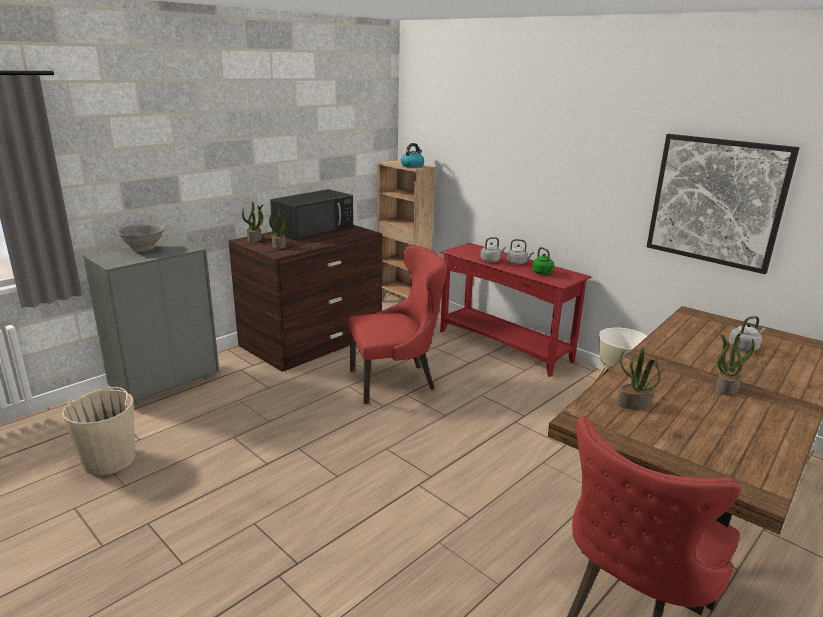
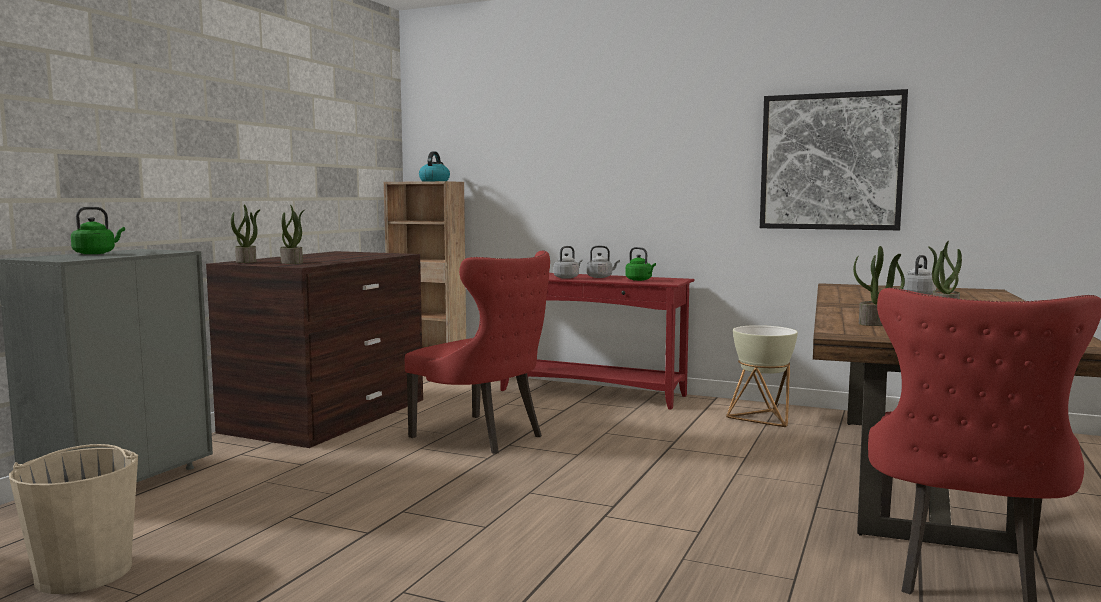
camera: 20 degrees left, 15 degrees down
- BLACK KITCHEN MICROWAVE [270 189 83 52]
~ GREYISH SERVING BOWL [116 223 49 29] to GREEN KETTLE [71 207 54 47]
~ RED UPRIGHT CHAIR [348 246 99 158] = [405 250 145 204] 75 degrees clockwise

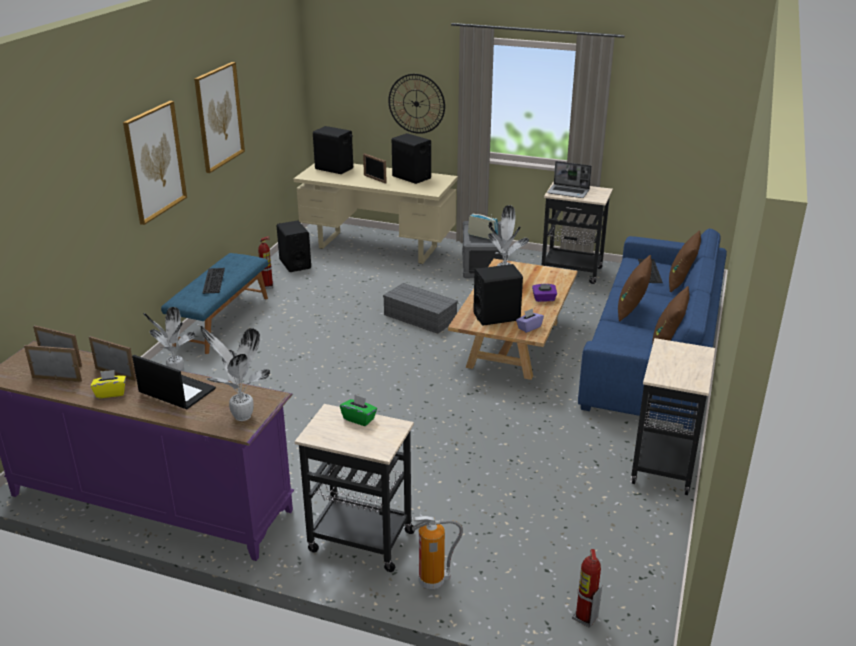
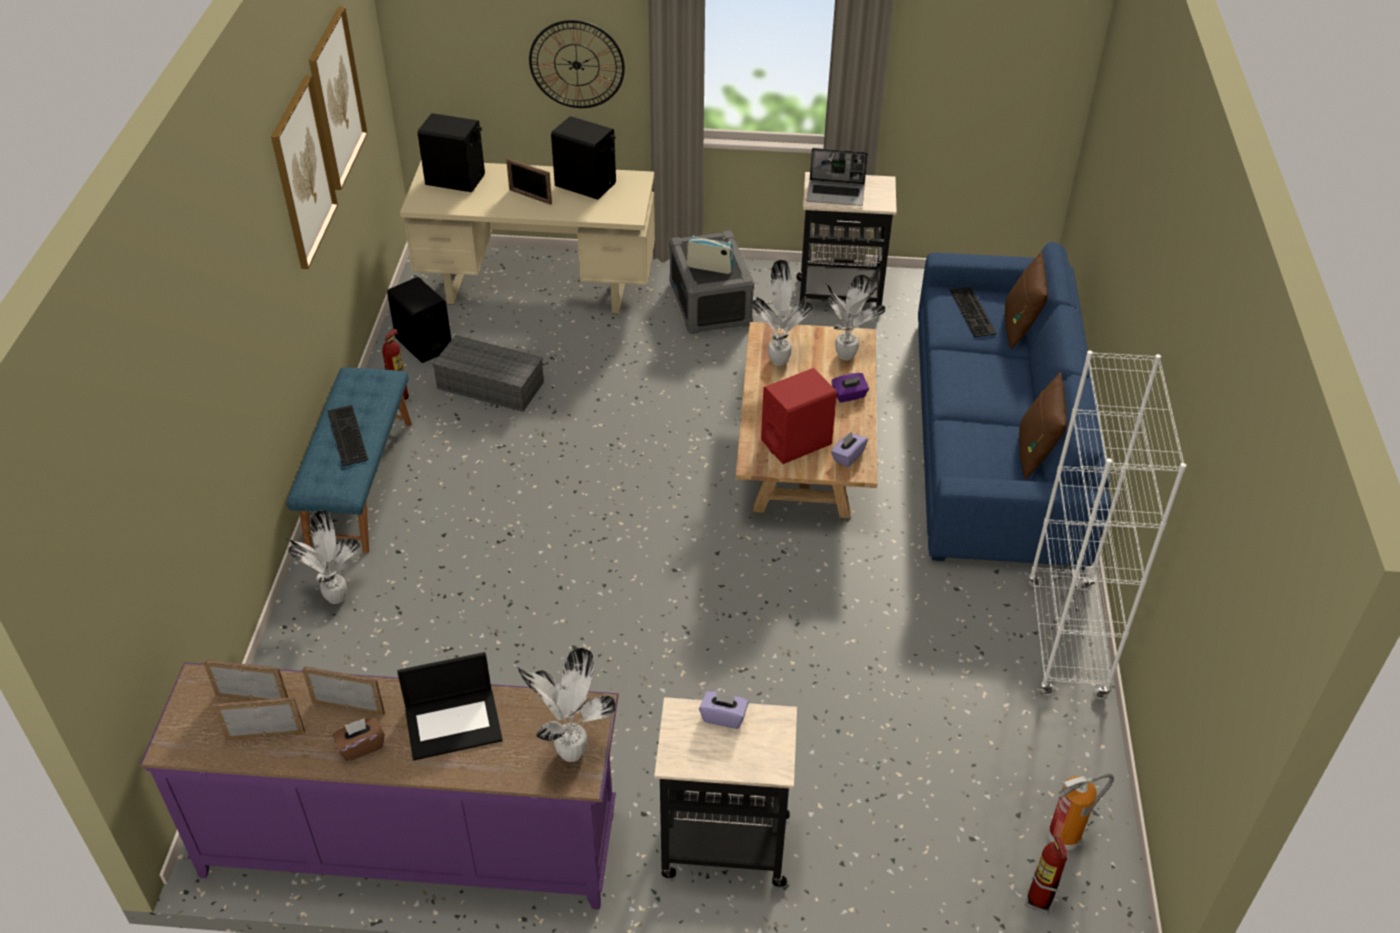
camera: 15 degrees left, 15 degrees up
- BROWN-COLOURED THROW PILLOW [618 255 34 66]
+ POTTED PLANT [826 275 60 85]
~ WALL ART [123 101 64 124] to [309 7 59 183]
~ GREYISH STORAGE CONTAINER [383 283 75 51] to [432 335 112 77]
~ FIRE-FIGHTING CYLINDER [412 516 51 74] to [1048 773 66 77]
~ CART [630 338 85 157] to WHITE BOOKCASE [1028 350 158 349]
~ YELLOW-COLOURED TISSUE BOX [91 370 35 28] to BROWN-COLOURED TISSUE BOX [332 717 53 44]
~ GREEN TISSUE BOX [340 395 37 31] to PURPLISH TISSUE BOX [699 690 50 39]
~ BLACK LOUDSPEAKER [473 264 50 62] to RED LOUDSPEAKER [761 368 76 96]
~ LAPTOP [132 355 84 54] = [397 652 106 109] 150 degrees clockwise

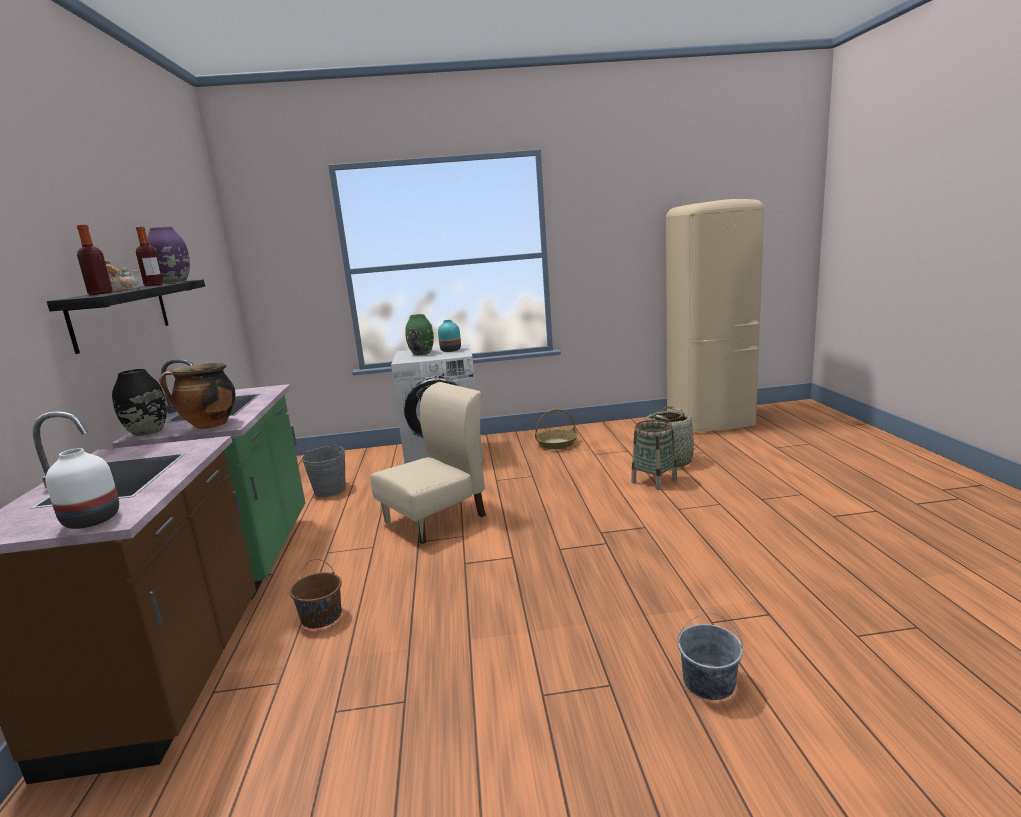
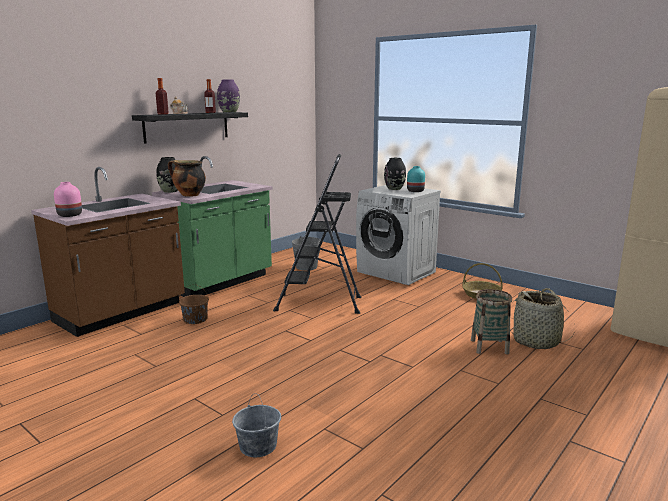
camera: 45 degrees right, 0 degrees up
~ BEIGE UPRIGHT CHAIR [370 382 116 162] to STEP LADDER [273 154 88 160]
~ WHITE FLOWER VASE [45 448 74 81] to PINK-COLOURED FLOWER VASE [54 182 28 35]
~ GREEN FLOWER VASE [405 314 29 41] to BLACK FLOWER VASE [384 158 22 32]

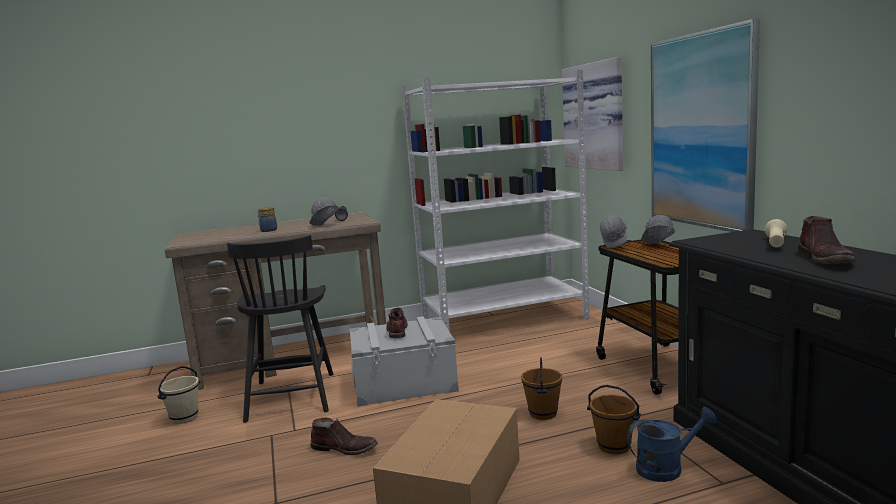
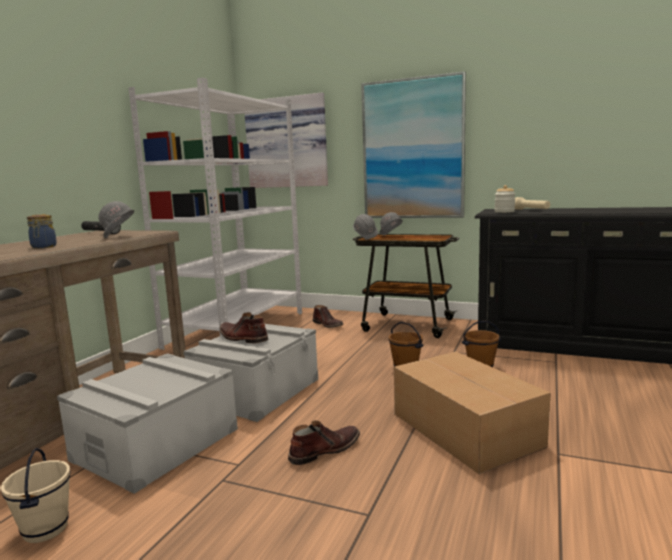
camera: 50 degrees left, 0 degrees up
- BLUISH WATERING POT [627 407 90 75]
+ PRESERVE JAR [494 185 21 28]
~ BROWN-COLOURED TALL BOOT [798 216 57 48] to [313 305 30 23]
~ BLACK UPRIGHT CHAIR [227 235 106 188] to GREYISH STORAGE CONTAINER [57 353 181 141]

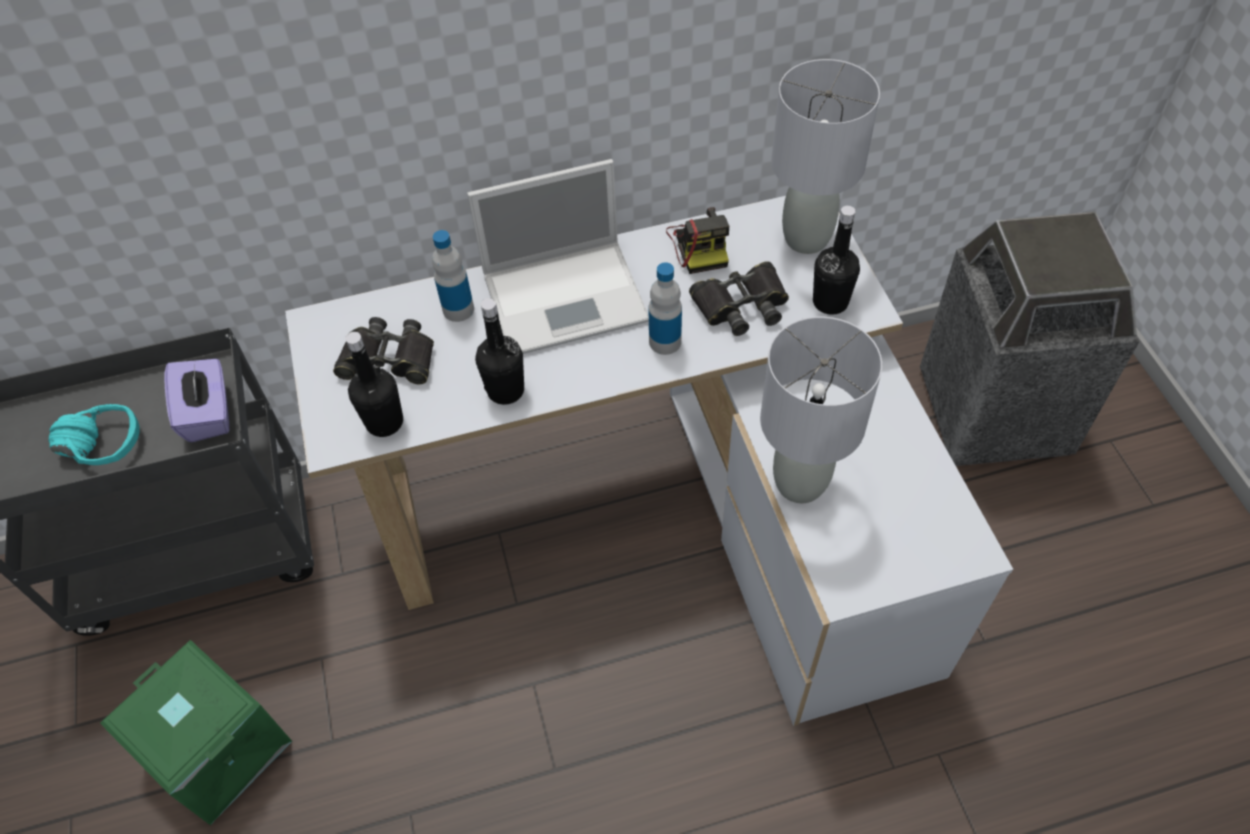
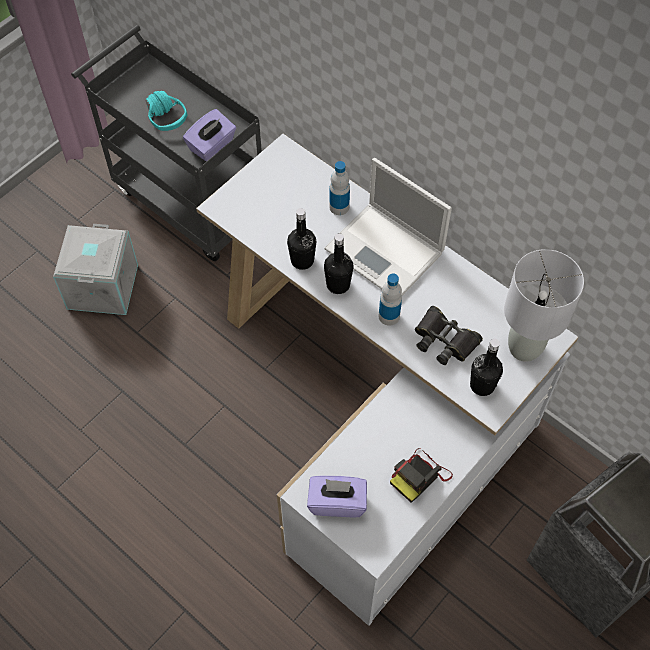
camera: 55 degrees right, 5 degrees up
- BLACK PAIR OF BINOCULARS [333 317 101 67]
- GREYISH TABLE LAMP [760 316 122 187]
+ PURPLISH TISSUE BOX [307 475 60 42]
~ BLACK DRINK BOTTLE [345 332 58 105] to [324 233 29 61]
~ STILL CAMERA [666 207 63 67] to [390 448 63 55]
~ GREEN STORAGE CONTAINER [100 640 192 185] to GREYISH STORAGE CONTAINER [53 224 85 91]

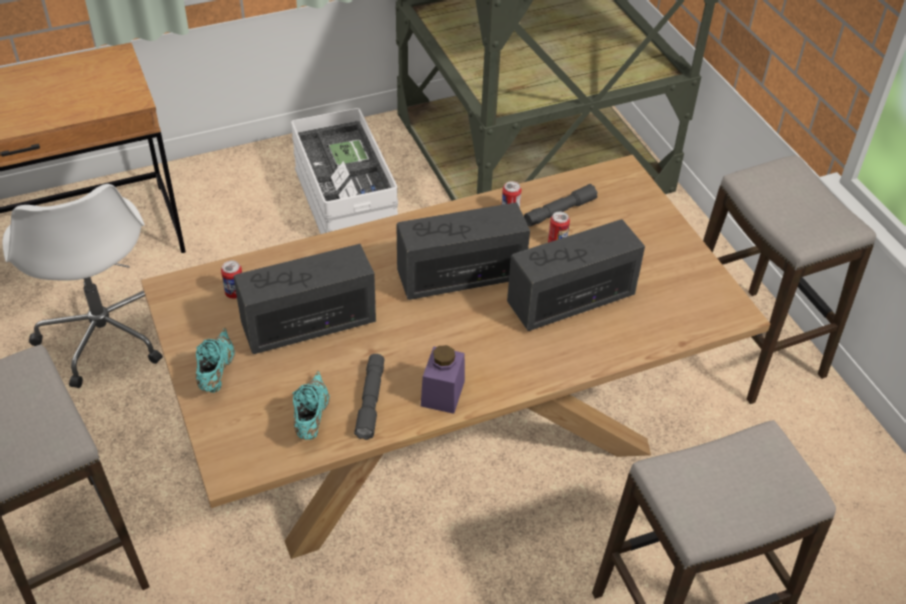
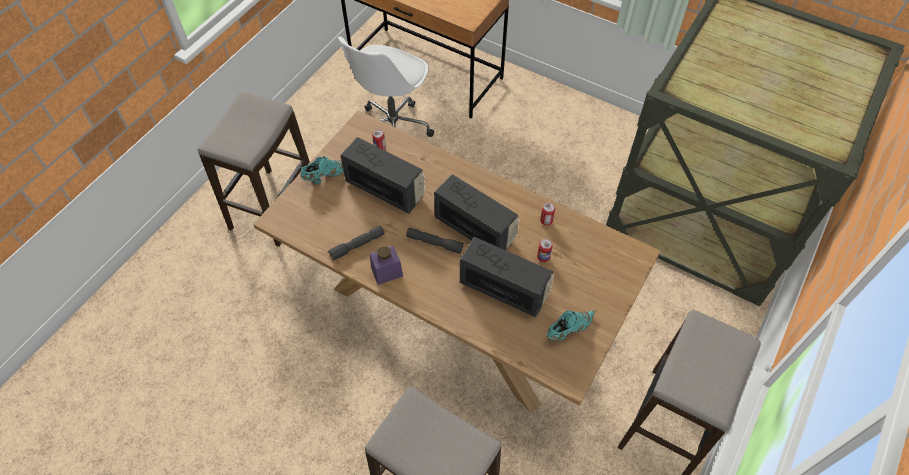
camera: 55 degrees right, 10 degrees up
- WHITE STORAGE CONTAINER [291 108 107 126]
~ TURQUOISE SHOE [292 371 38 69] to [547 310 49 31]
~ GREYISH TORCH [524 184 74 42] to [406 228 58 26]

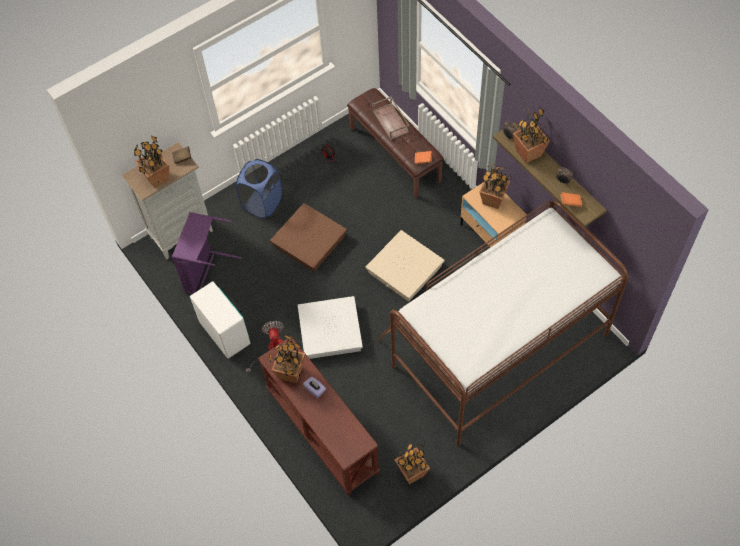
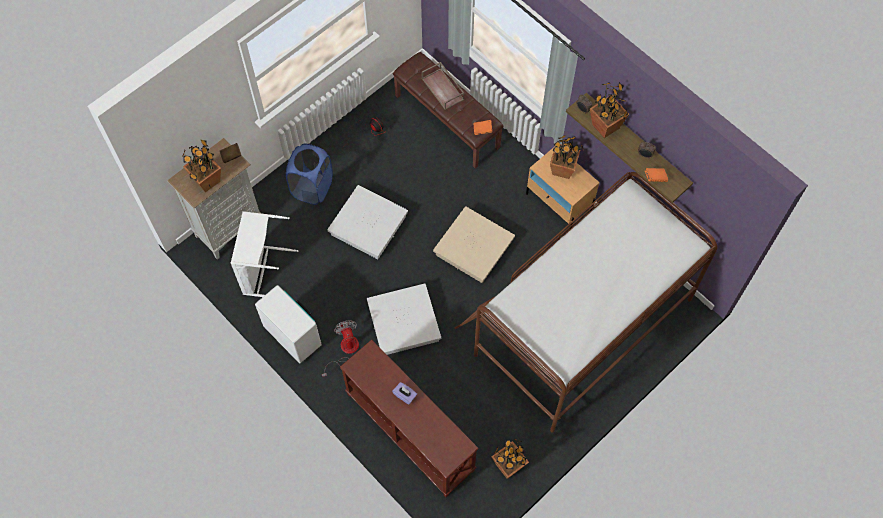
camera: 10 degrees left, 5 degrees up
- POTTED PLANT [269 335 36 48]
~ PURPLISH LAUNDRY BASKET [172 212 69 82] to WHITE LAUNDRY BASKET [231 211 67 86]
~ BROWN-COLOURED STORAGE CONTAINER [270 203 77 69] to WHITE STORAGE CONTAINER [327 185 81 74]

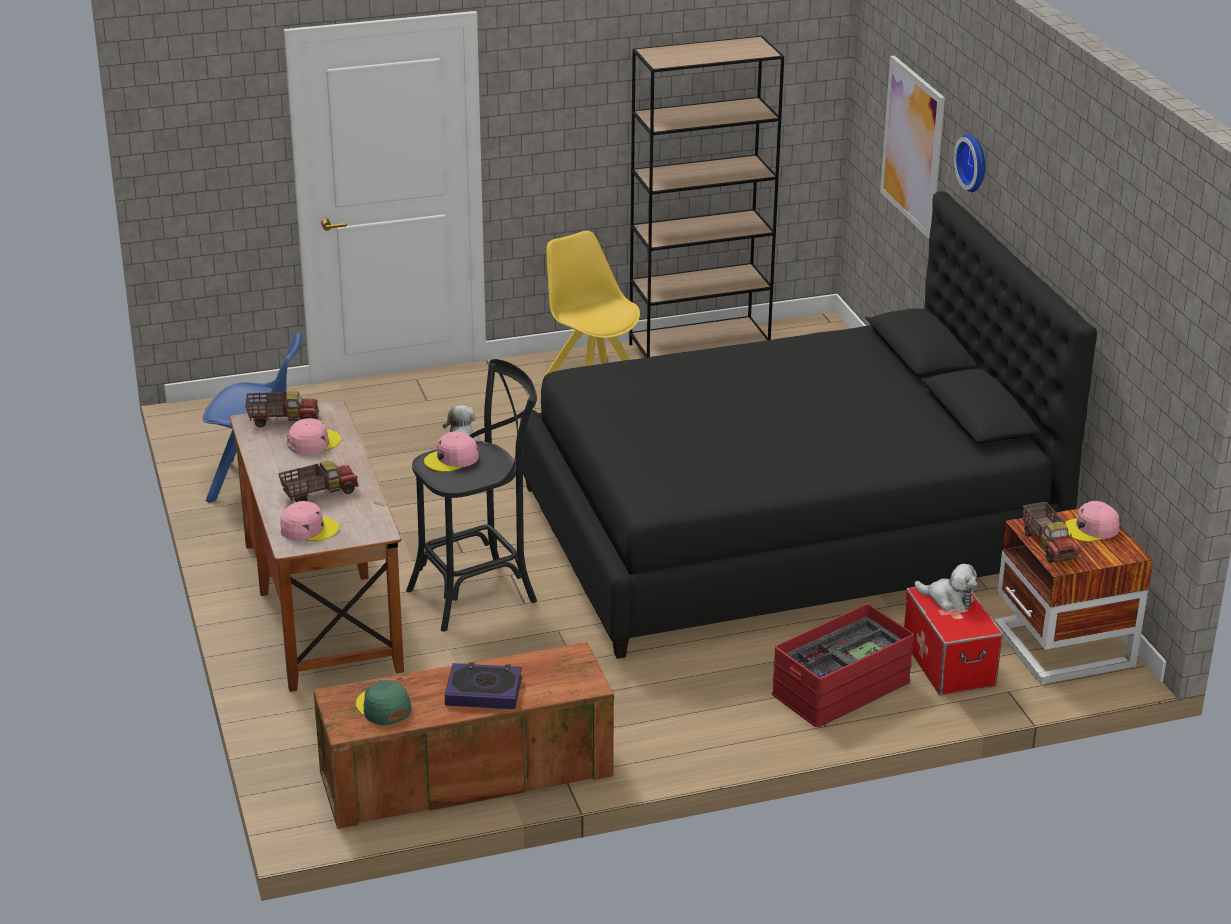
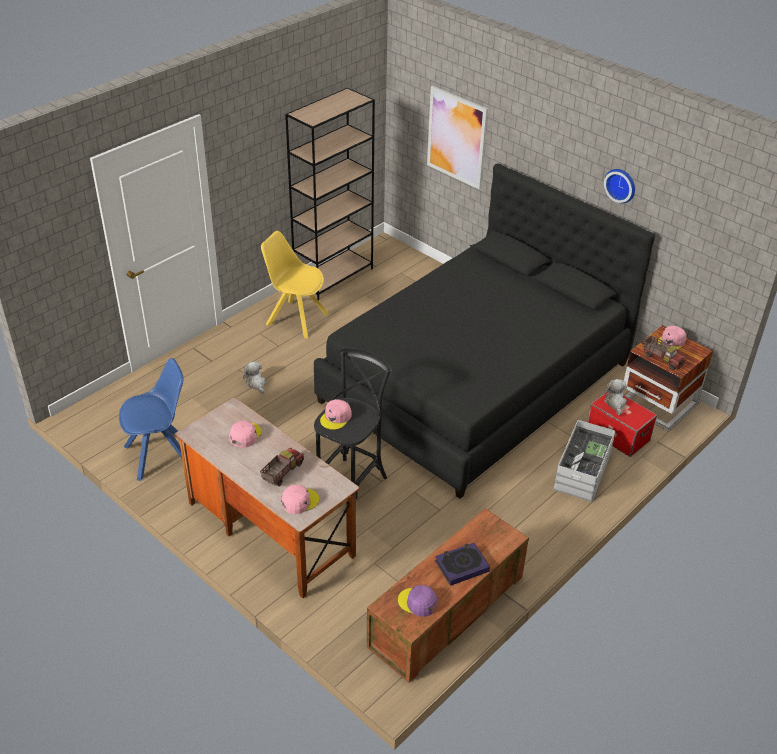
camera: 30 degrees left, 10 degrees up
- MODEL TRUCK [245 391 74 36]
~ HANGING CLOCK [954 134 31 58] to [604 169 31 34]
~ GREEN PEAKED CAP [356 680 55 45] to PURPLISH PEAKED CAP [398 585 39 32]
~ RED STORAGE CONTAINER [772 604 142 123] to GREYISH STORAGE CONTAINER [554 420 62 82]
~ CUDDLY TOY [914 564 64 47] = [604 379 23 37] 90 degrees counterclockwise

